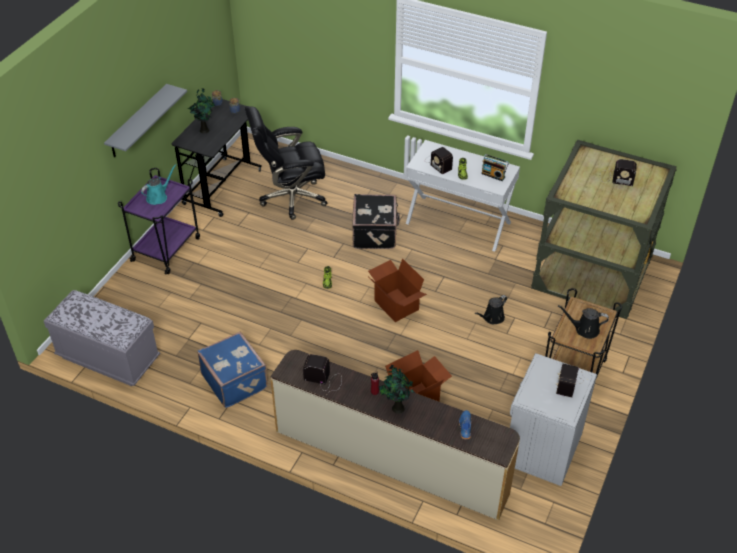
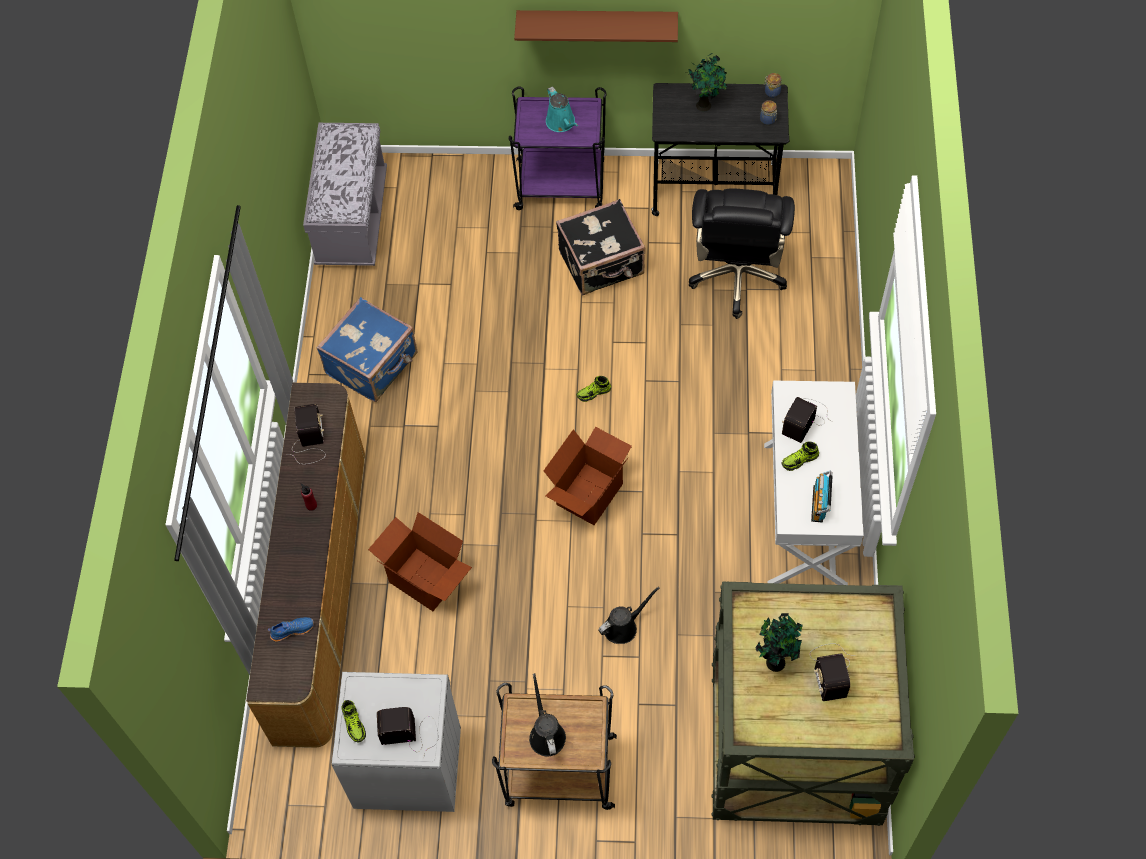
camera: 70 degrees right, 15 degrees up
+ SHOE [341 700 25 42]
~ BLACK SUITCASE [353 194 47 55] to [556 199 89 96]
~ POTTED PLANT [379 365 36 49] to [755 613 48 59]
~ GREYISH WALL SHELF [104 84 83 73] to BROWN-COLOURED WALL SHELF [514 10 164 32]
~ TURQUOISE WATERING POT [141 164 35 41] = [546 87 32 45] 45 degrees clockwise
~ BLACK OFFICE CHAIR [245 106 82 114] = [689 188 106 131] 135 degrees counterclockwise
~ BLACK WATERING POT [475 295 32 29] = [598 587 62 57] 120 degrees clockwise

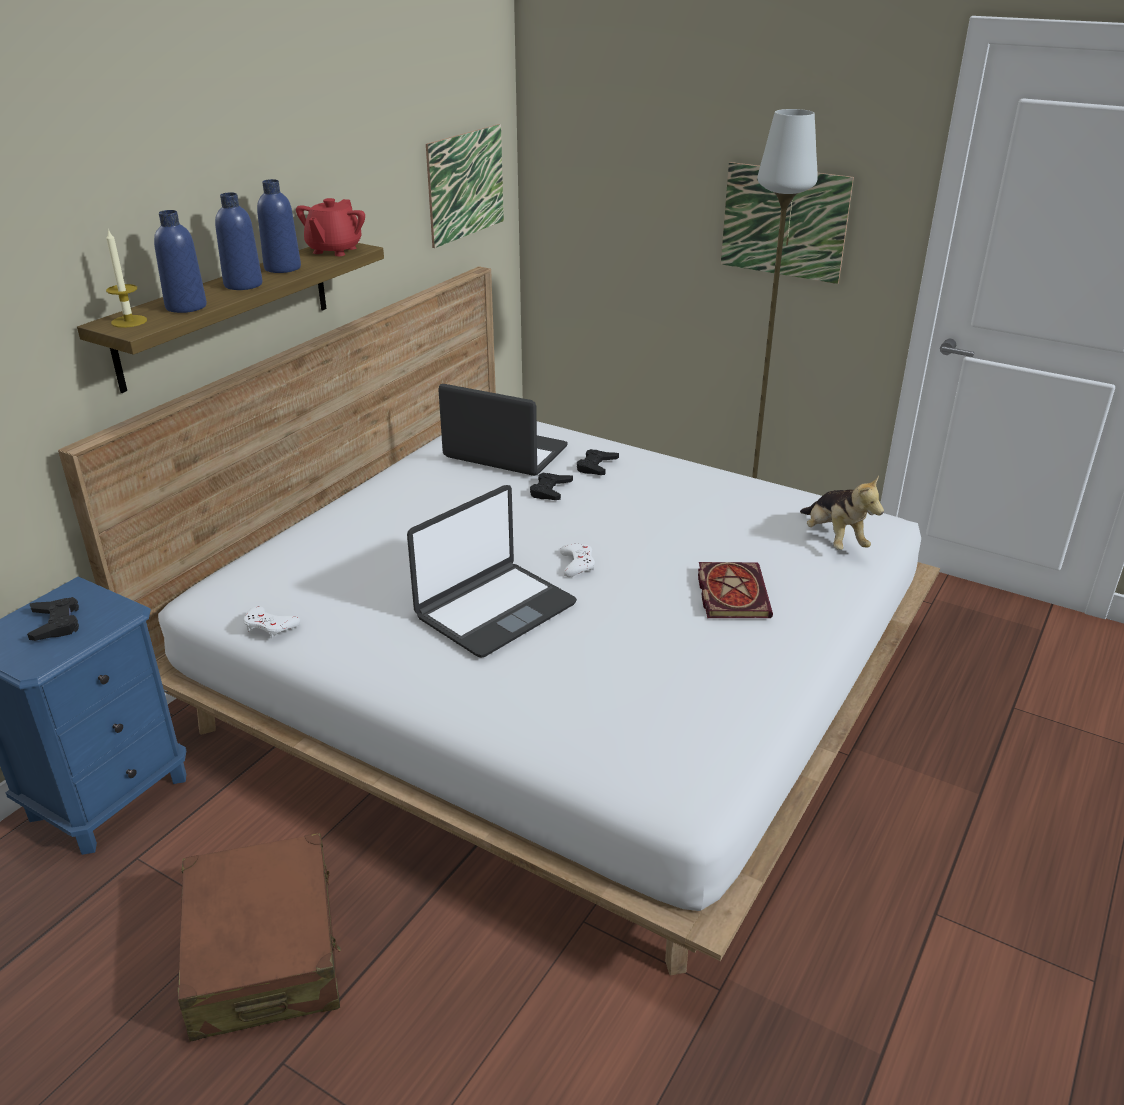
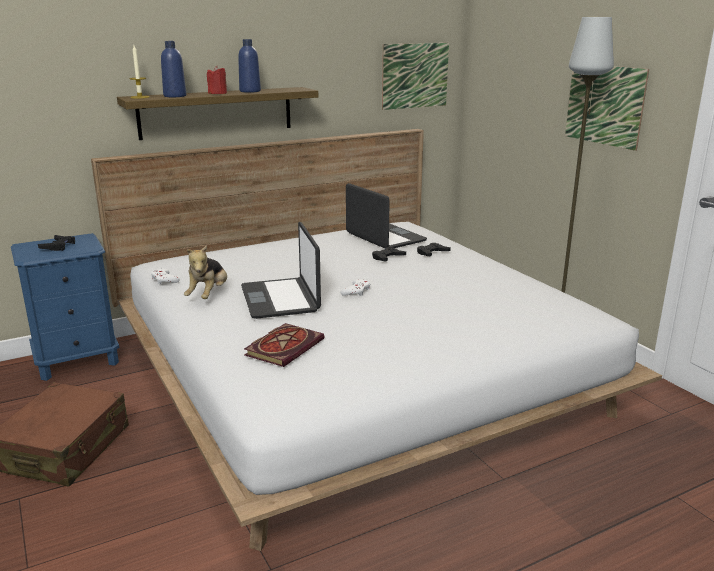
camera: 30 degrees right, 10 degrees down
- RED TEA POT [296 198 69 58]
~ VOLUME [698 562 75 56] to [244 323 81 44]
~ CUDDLY TOY [800 475 84 75] to [184 245 43 54]
~ BLUISH DRINK BOTTLE [215 192 48 98] to RED CANDLE [207 66 20 28]
~ LAPTOP [407 485 170 173] = [241 222 80 97] 90 degrees clockwise

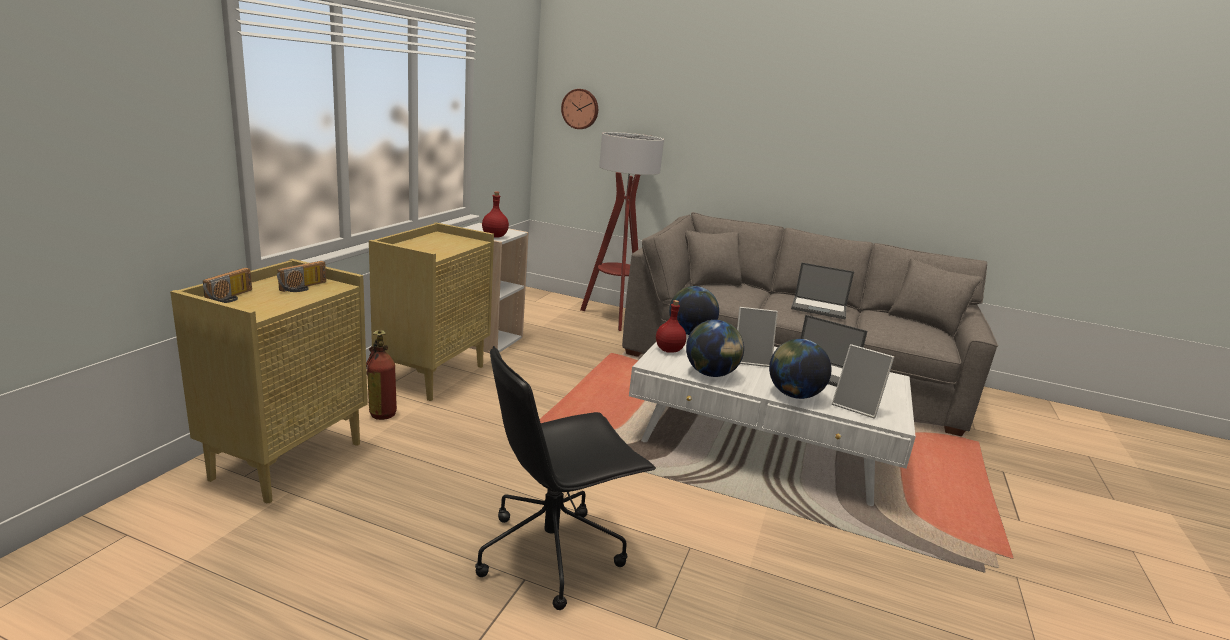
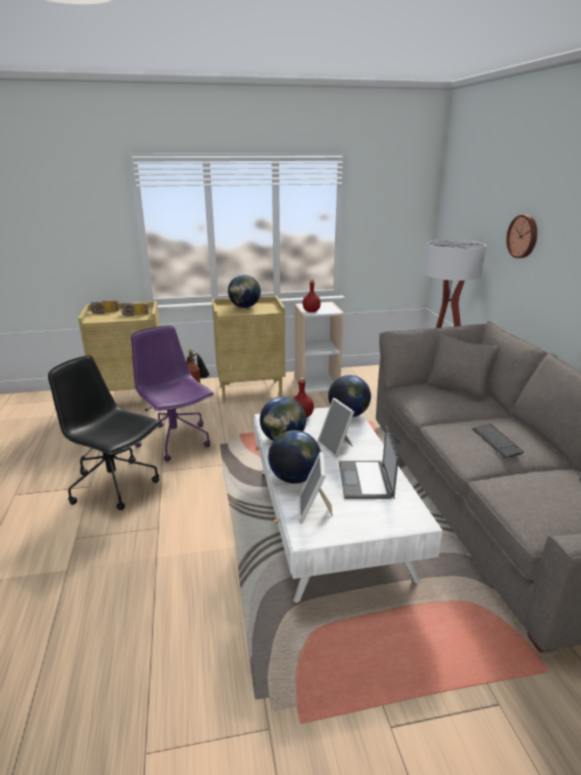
camera: 60 degrees right, 5 degrees up
+ PURPLISH OFFICE CHAIR [131 326 83 136]
+ DESK GLOBE [228 275 33 33]
~ HANGING CLOCK [561 89 37 40] to [506 215 31 43]
~ LAPTOP [791 263 63 56] to COMPUTER KEYBOARD [472 424 52 34]

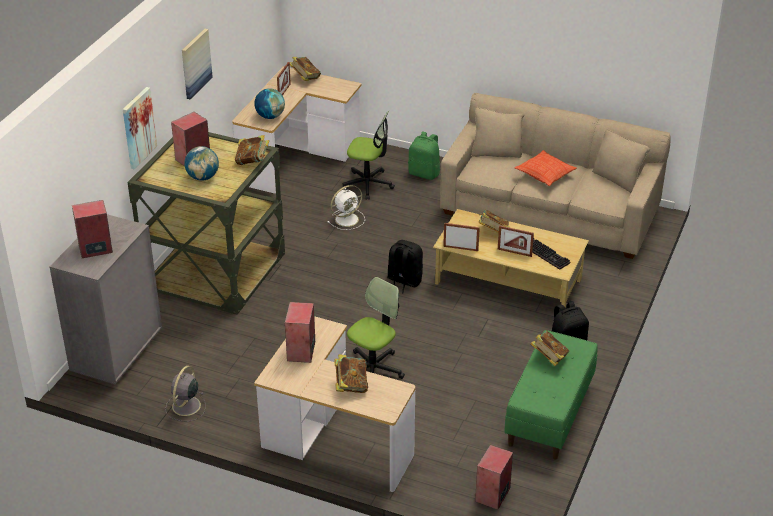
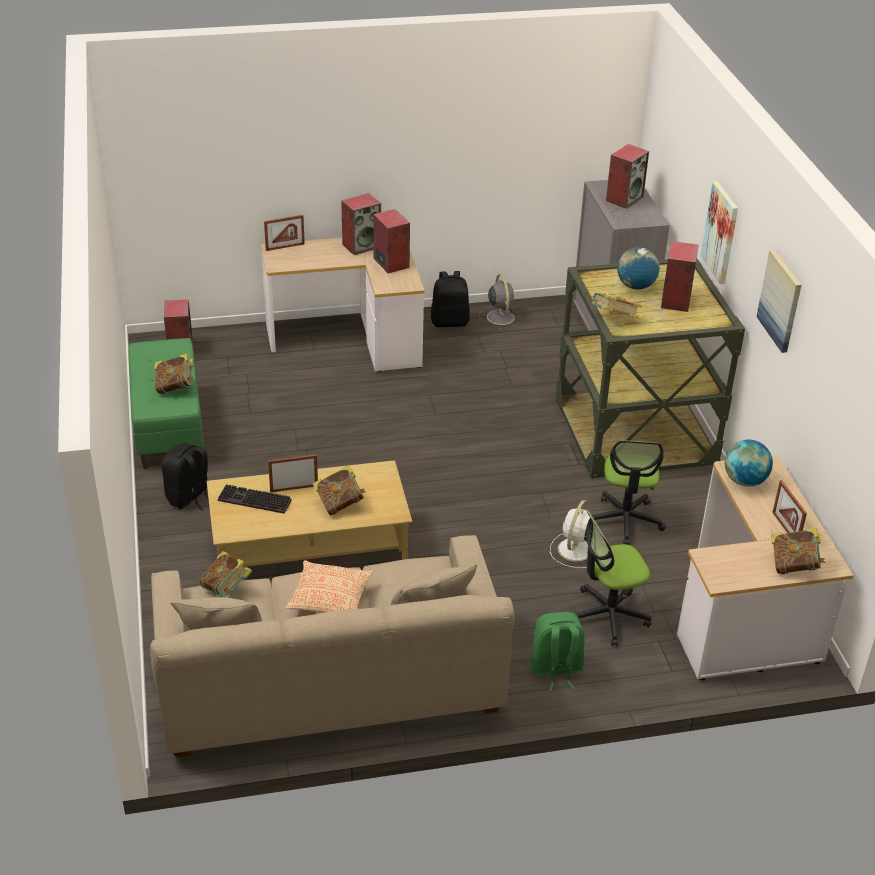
camera: 145 degrees right, 0 degrees up
+ LOUDSPEAKER [341 193 40 62]
~ VOLUME [334 354 34 39] to [199 551 53 46]
~ OFFICE CHAIR [347 277 58 102] to [592 440 74 105]
~ BLACK BACKPACK [387 240 36 53] to [431 271 39 56]
~ STANDING FRAME [443 223 37 28] to [264 215 41 36]
~ ORANGE THROW PILLOW [515 150 62 36] to BEIGE THROW PILLOW [285 560 88 53]

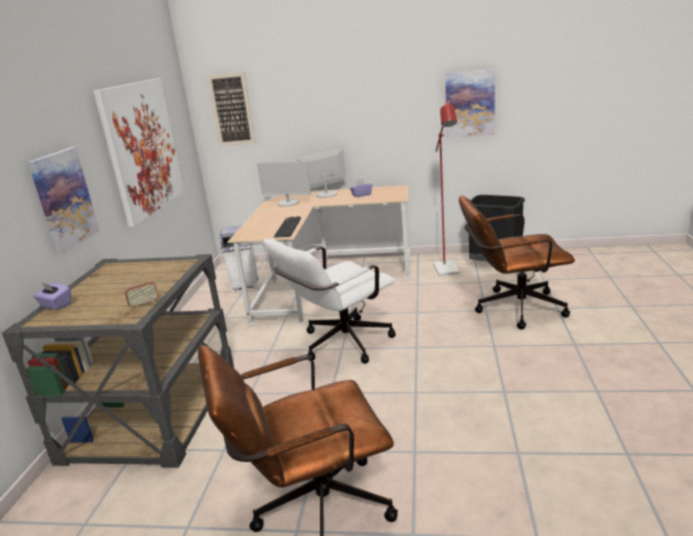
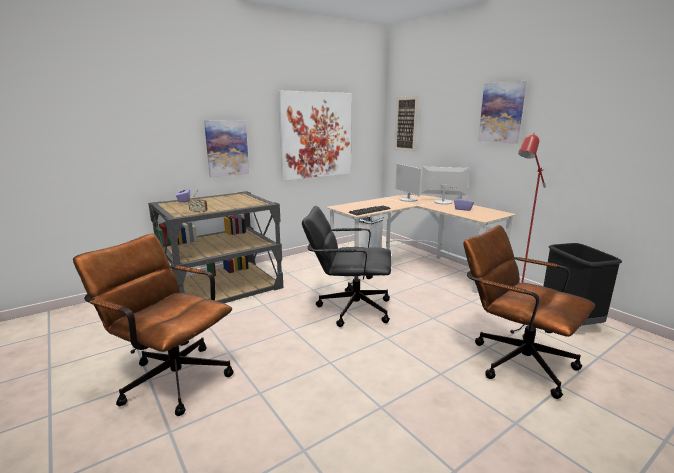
camera: 45 degrees right, 5 degrees down
~ WALL ART [445 69 50 69] to [478 81 49 63]
~ WHITE OFFICE CHAIR [263 239 132 125] to BLACK OFFICE CHAIR [302 206 89 121]

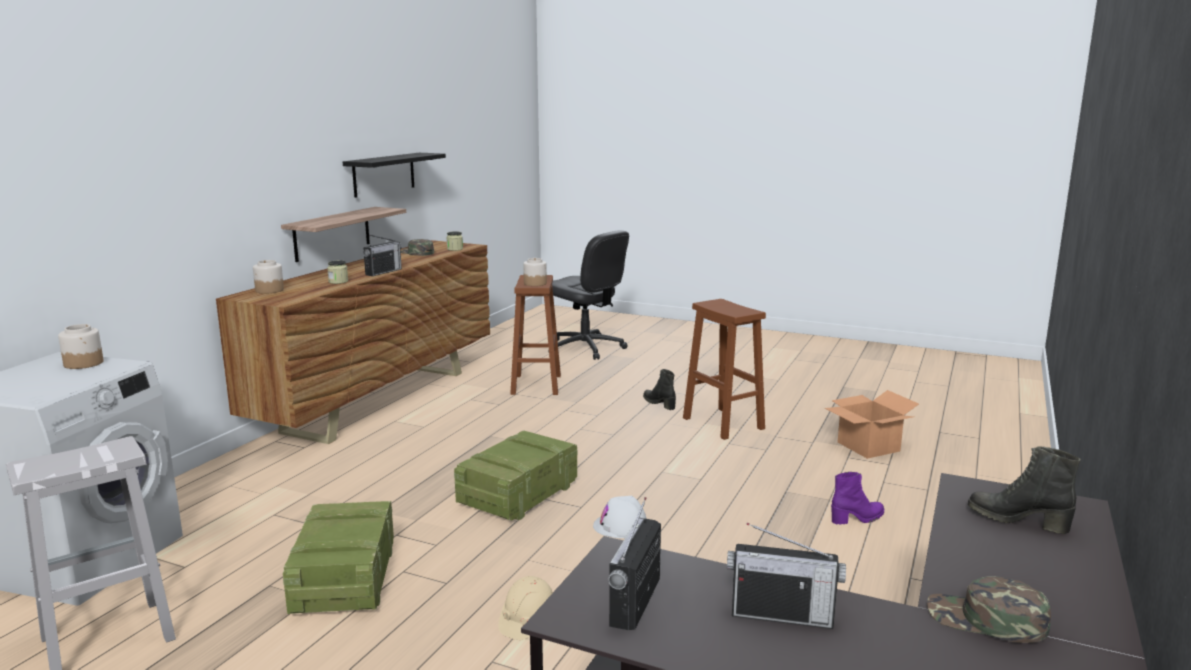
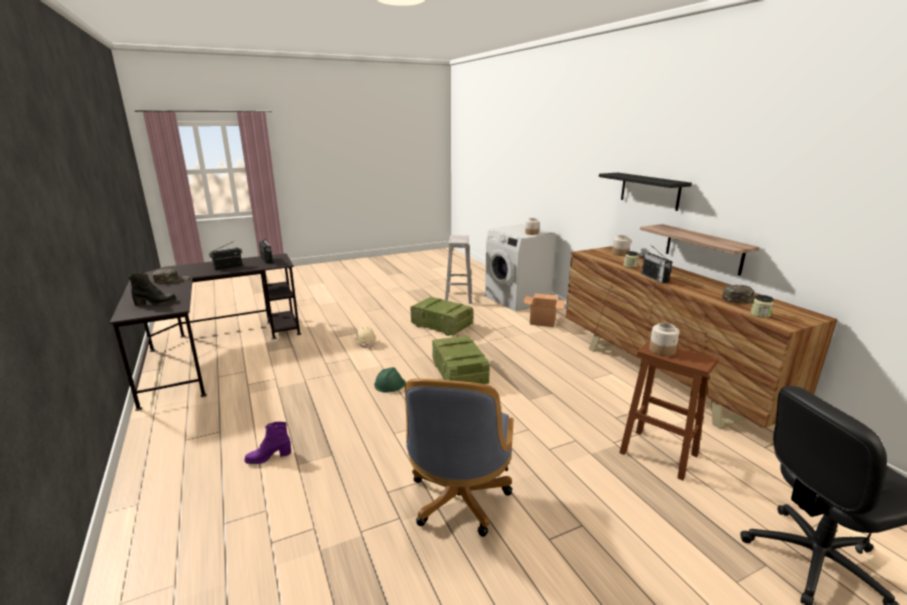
camera: 130 degrees right, 5 degrees up
- BLACK TALL BOOT [643 369 33 41]
~ BLACK WALL SHELF [343 153 103 45] to [599 173 93 38]
~ PACKING BOX [824 390 95 69] to [523 293 42 34]
~ BROWN-COLOURED STOOL SEAT [683 299 83 141] to BLUISH OFFICE CHAIR [405 379 109 158]
~ WHITE SAFETY HELMET [593 496 54 42] to GREEN SAFETY HELMET [375 367 31 26]
~ PURPLISH TALL BOOT [831 472 53 53] = [244 421 47 43] 45 degrees clockwise

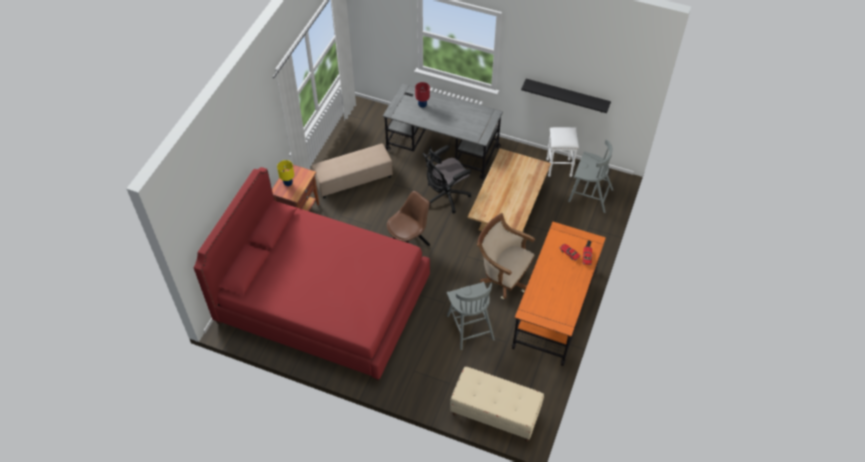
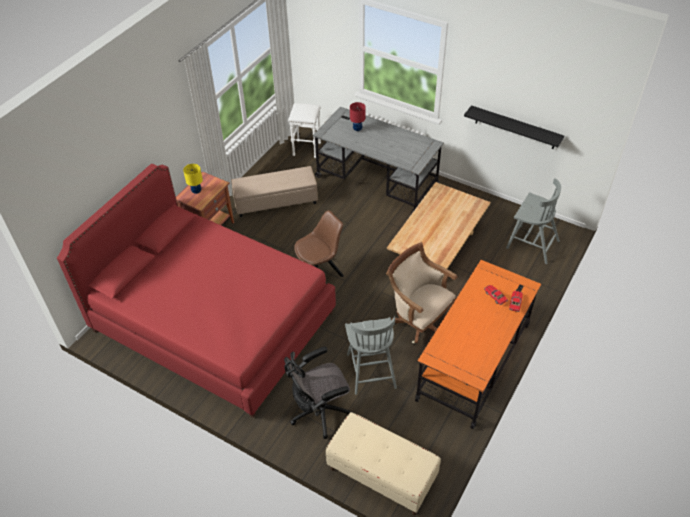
camera: 10 degrees right, 5 degrees down
~ OFFICE CHAIR [423 145 48 68] to [284 347 69 92]
~ WHITE STOOL SEAT [546 127 33 50] to [288 103 33 55]

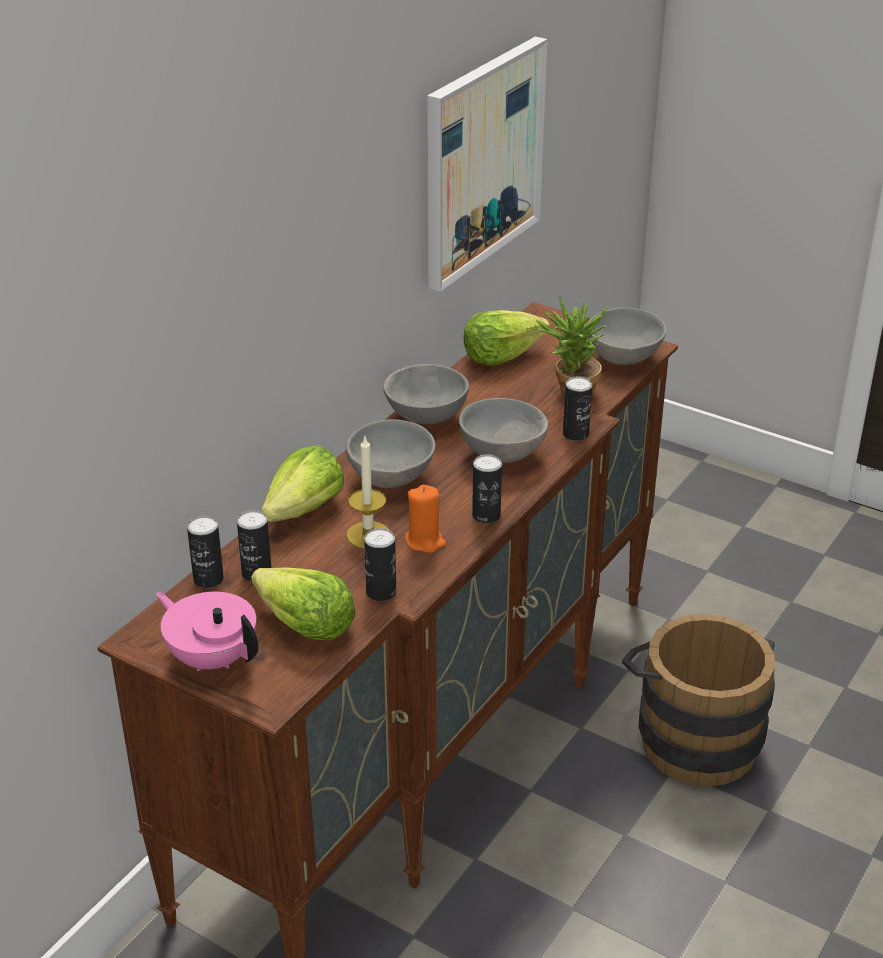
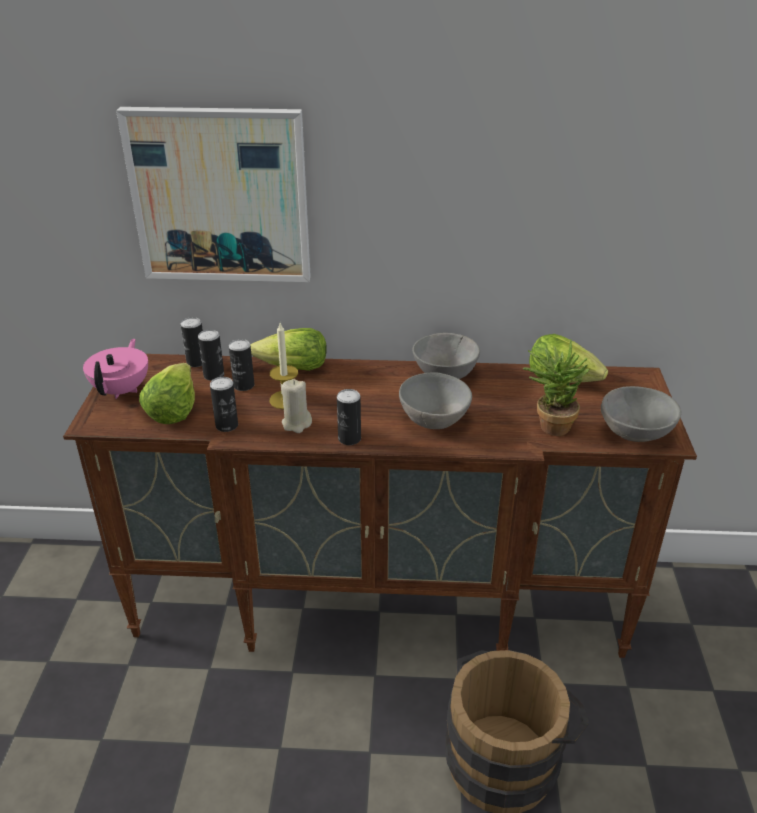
camera: 60 degrees right, 0 degrees up
- GREYISH SERVING BOWL [346 419 89 69]
~ WALL ART [427 37 120 255] to [116 107 195 175]
~ SEALED CAN [563 376 29 65] to [229 339 25 52]
~ ORANGE CANDLE [405 485 41 68] to BEIGE CANDLE [282 379 30 54]

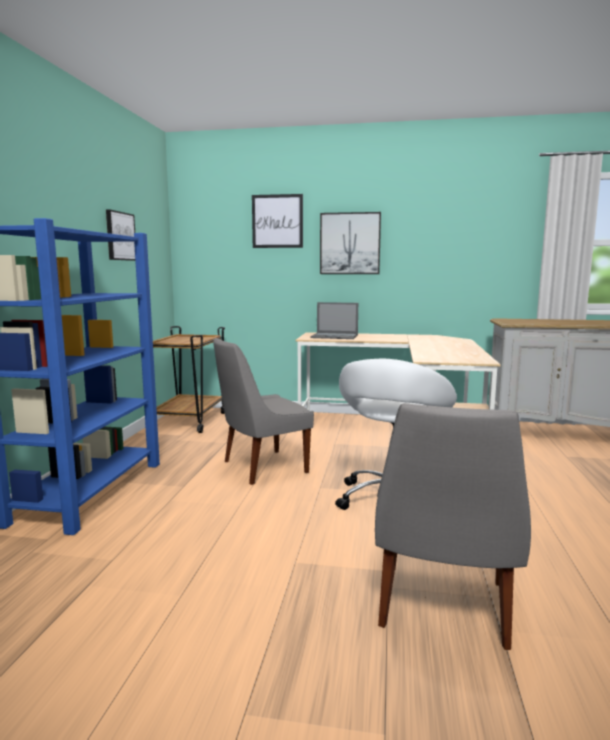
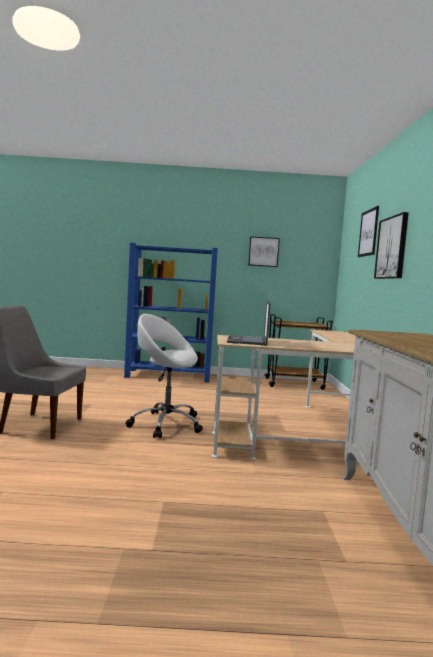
camera: 80 degrees right, 5 degrees down
- GREYISH UPRIGHT CHAIR [213 338 101 147]
~ LAPTOP [310 302 48 37] to [227 301 44 45]

